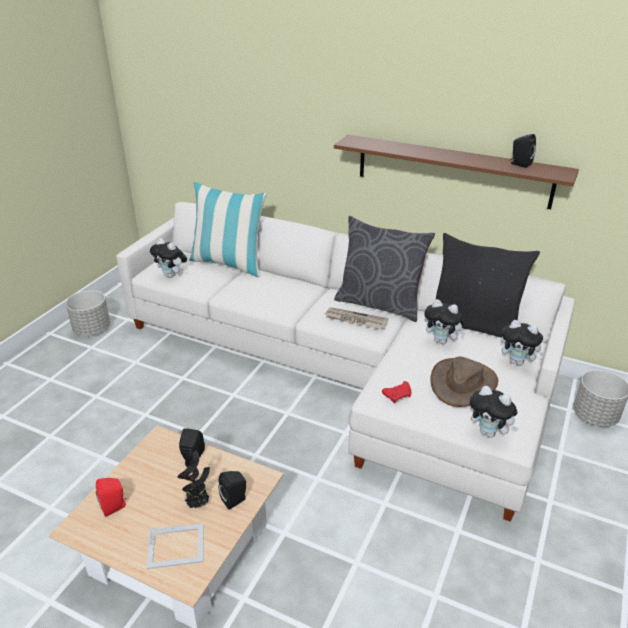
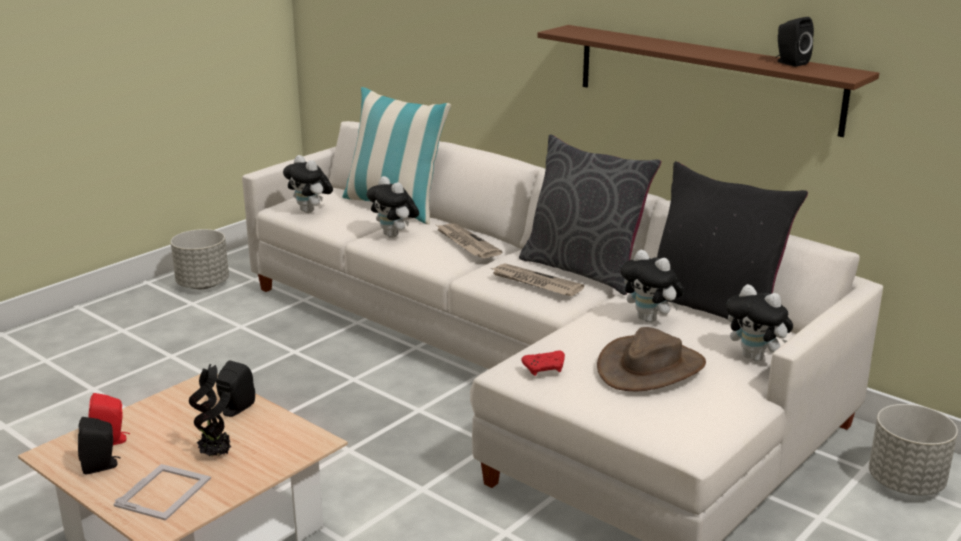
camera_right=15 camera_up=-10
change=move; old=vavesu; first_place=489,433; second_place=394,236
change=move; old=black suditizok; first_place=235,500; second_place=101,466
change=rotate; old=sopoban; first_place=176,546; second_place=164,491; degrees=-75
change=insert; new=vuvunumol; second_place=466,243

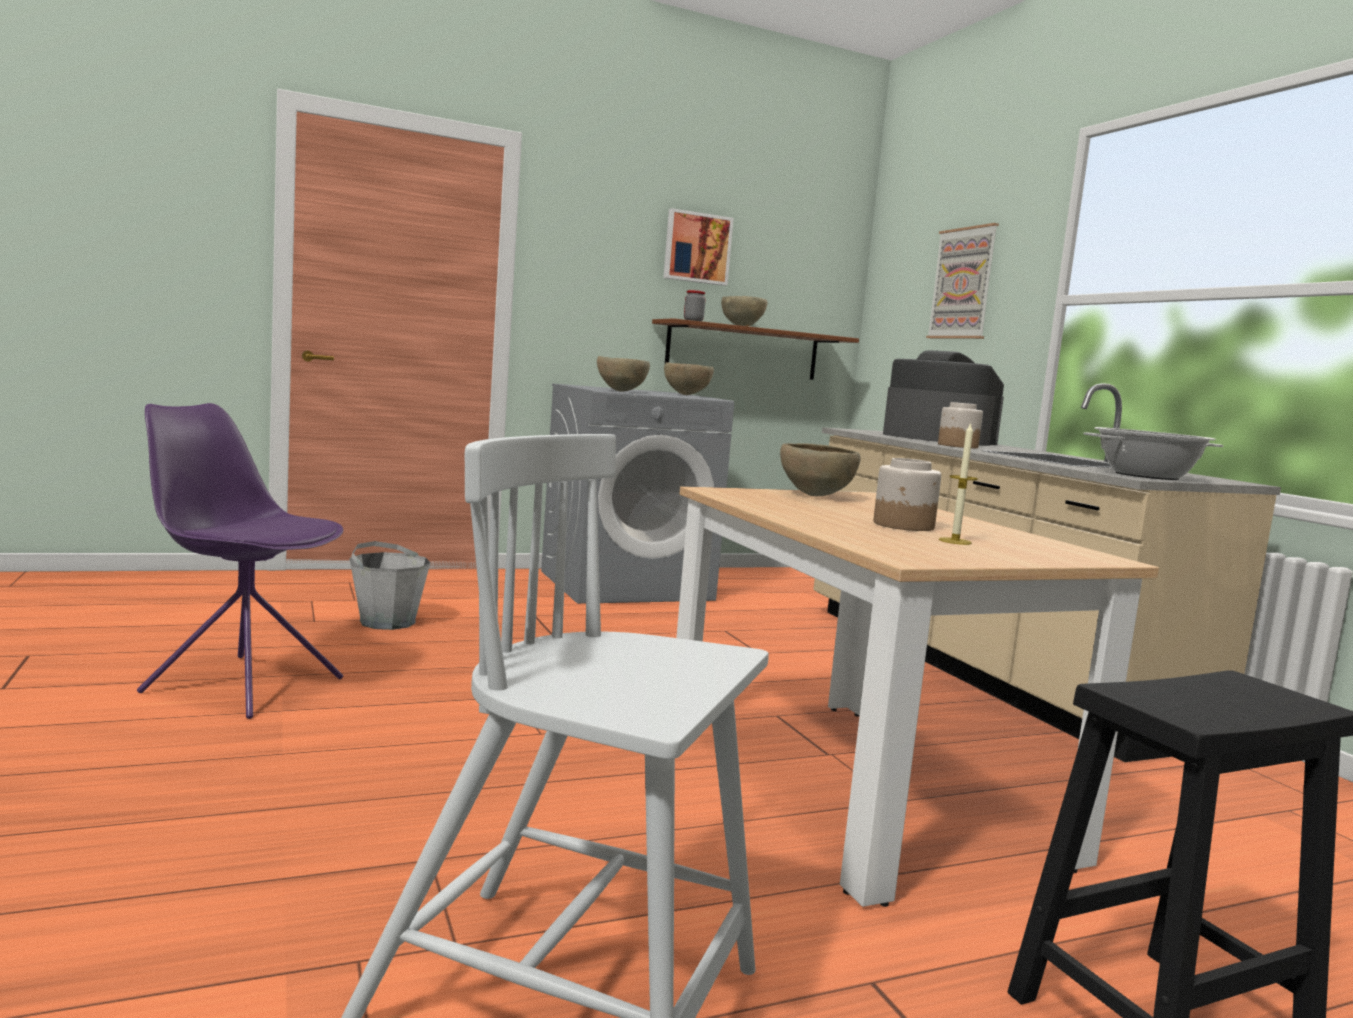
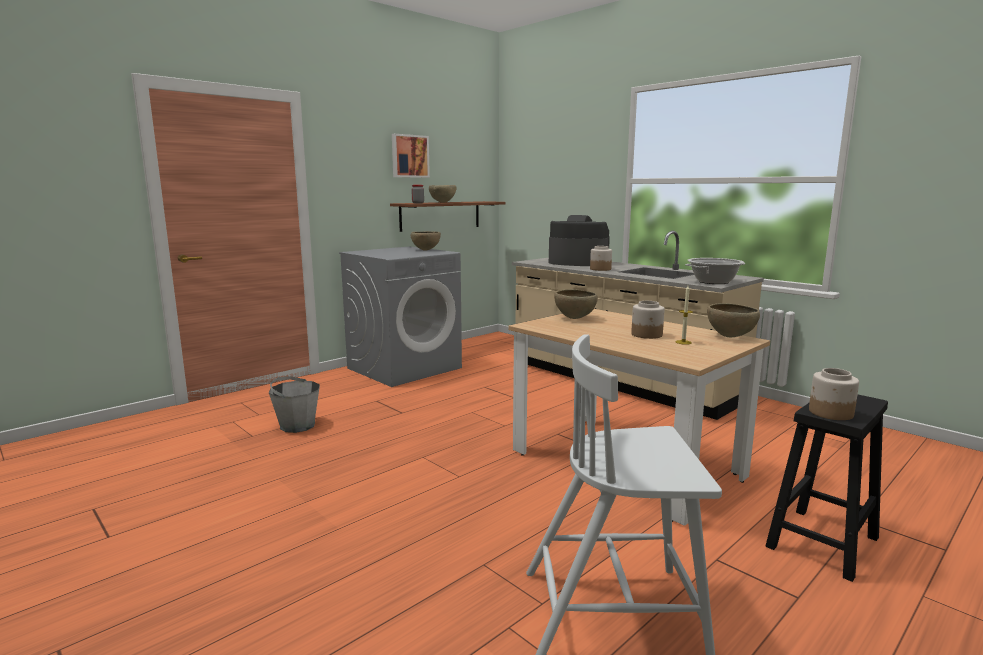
camera_right=-20 camera_up=5
change=delete; old=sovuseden; first_place=963,283
change=move; old=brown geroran; first_place=621,391; second_place=730,337
change=delete; old=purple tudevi; first_place=241,684
change=insert; new=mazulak; second_place=830,413

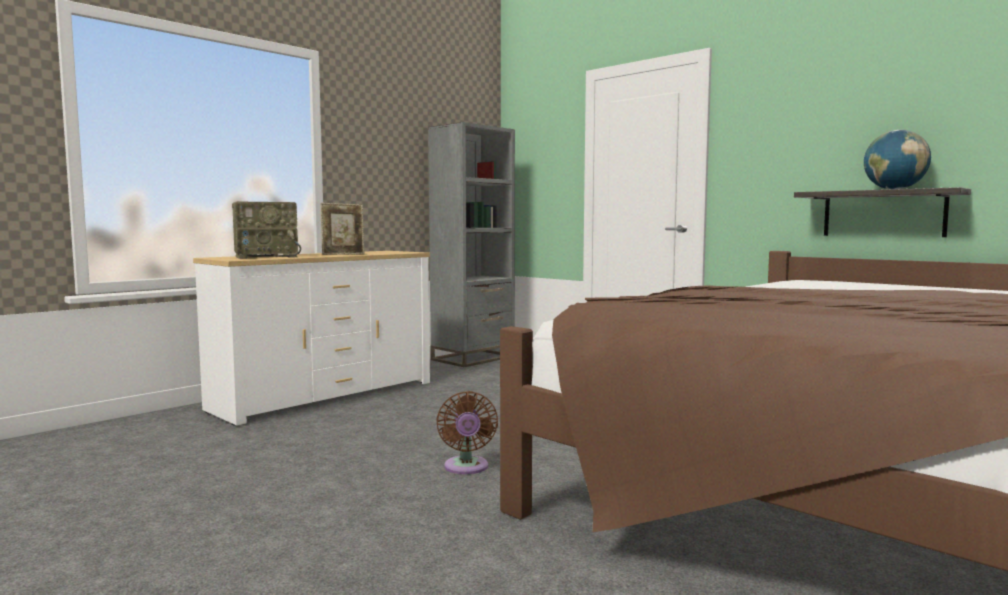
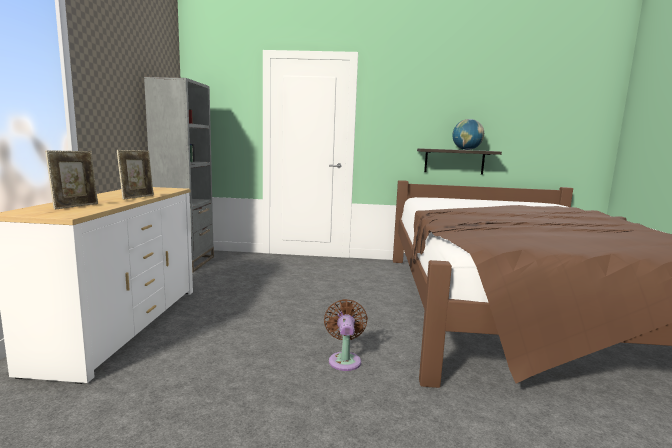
camera_right=-40 camera_up=5
change=replace; old=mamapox; new=sopoban; first_place=267,256; second_place=76,206
change=rotate; old=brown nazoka; first_place=466,468; second_place=344,359; degrees=-135

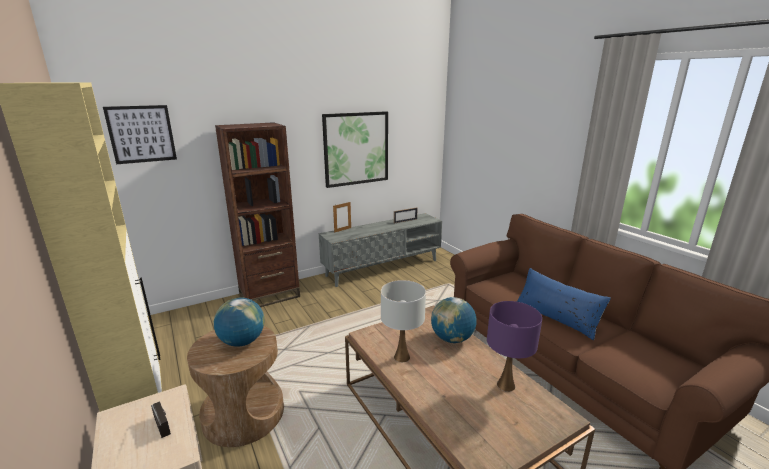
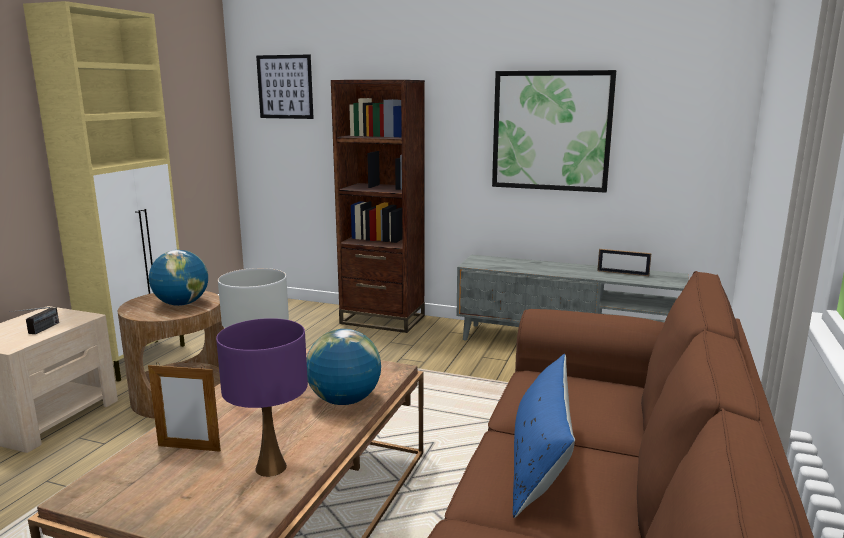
camera_right=50 camera_up=-5
change=move; old=sopoban; first_place=342,230; second_place=189,448

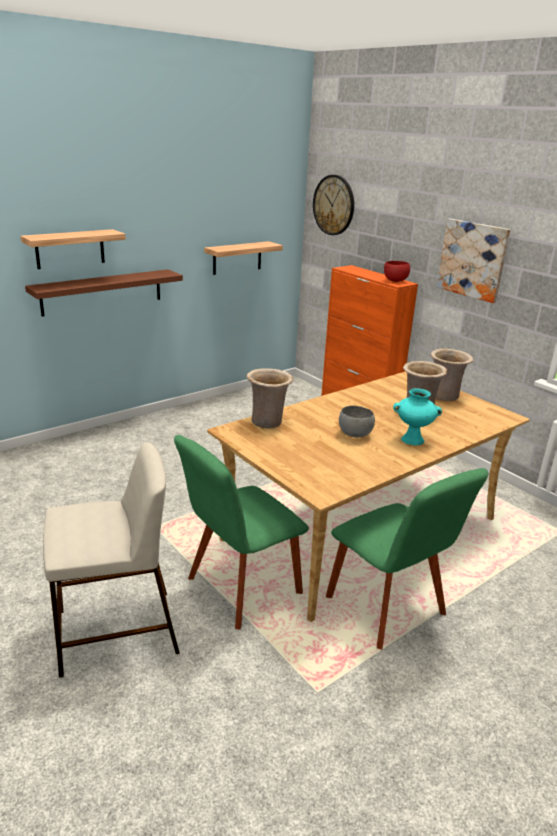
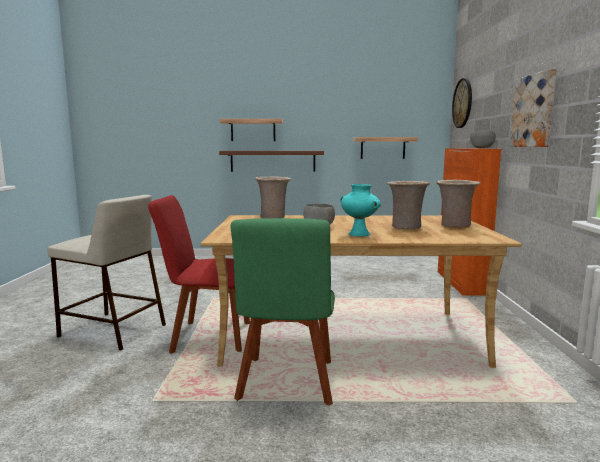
camera_right=40 camera_up=-15
change=recolor; old=red geroran; new=grey geroran; first_place=395,281; second_place=481,148
change=recolor; old=green tudevi; new=red tudevi; first_place=239,588; second_place=207,336

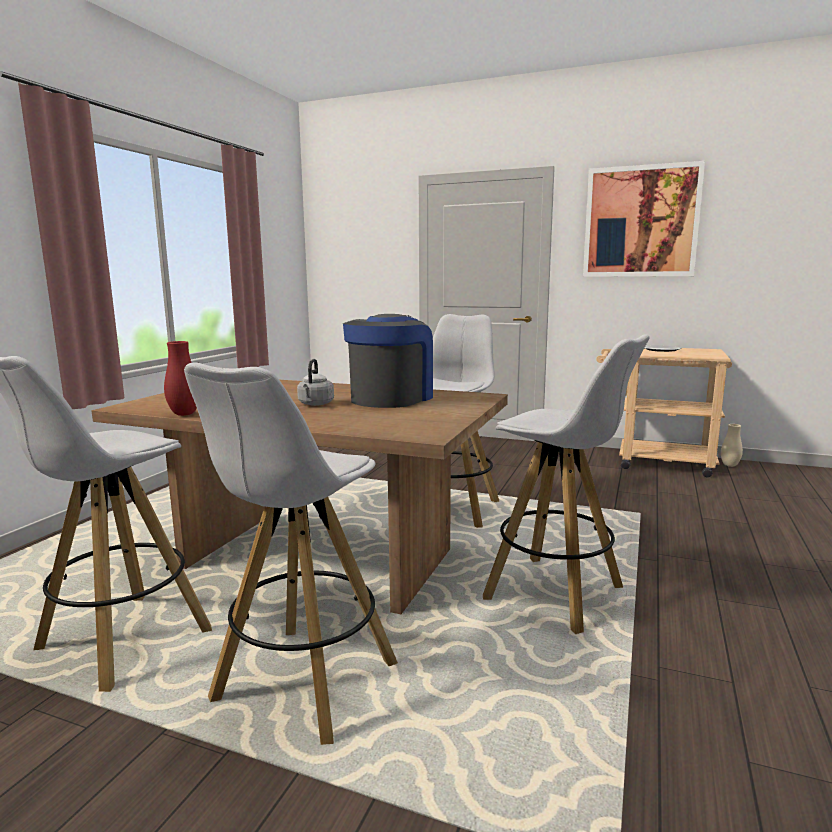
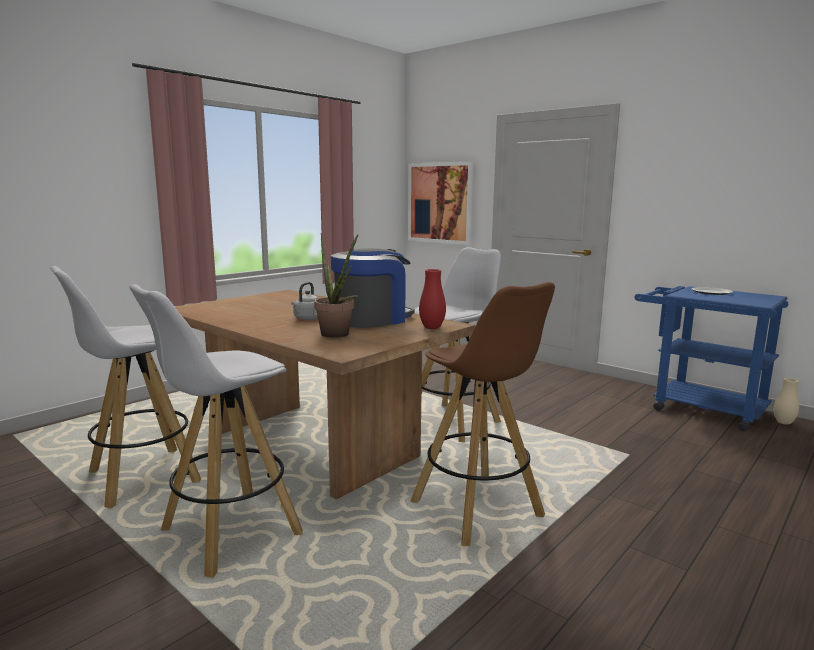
camera_right=20 camera_up=0
change=move; old=sovuseden; first_place=640,222; second_place=440,203
change=recolor; old=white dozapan; new=brown dozapan; first_place=556,593; second_place=478,510
change=move; old=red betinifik; first_place=184,414; second_place=432,328
change=recolor; old=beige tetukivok; new=blue tetukivok; first_place=654,462; second_place=697,407
change=insert; new=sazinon; second_place=338,335

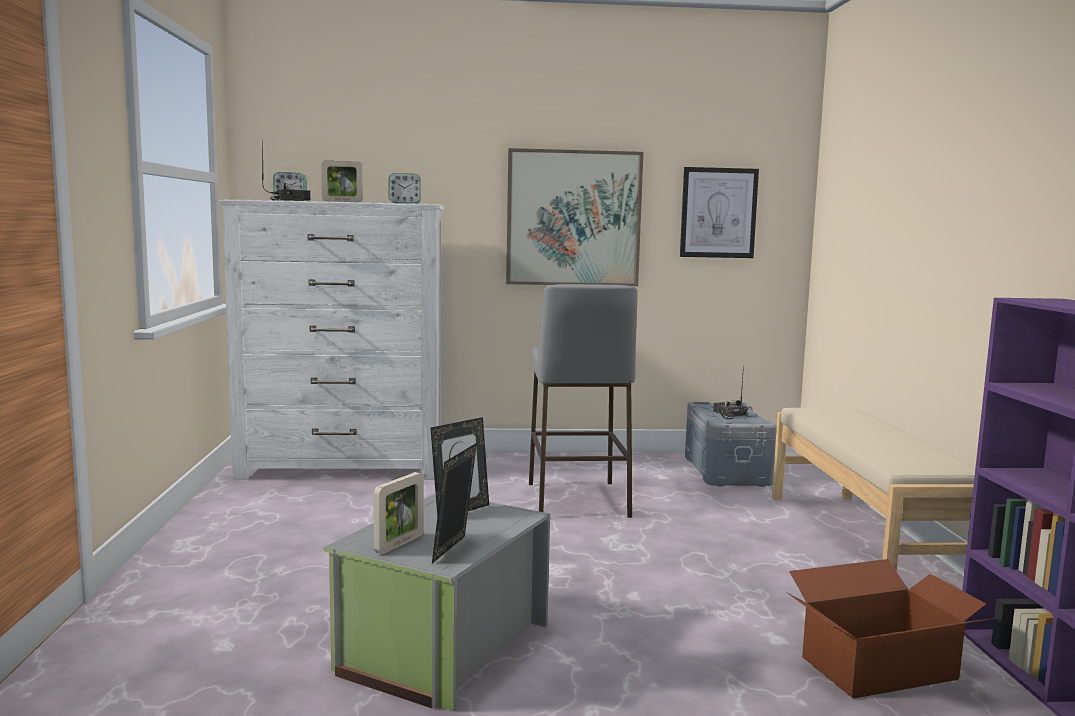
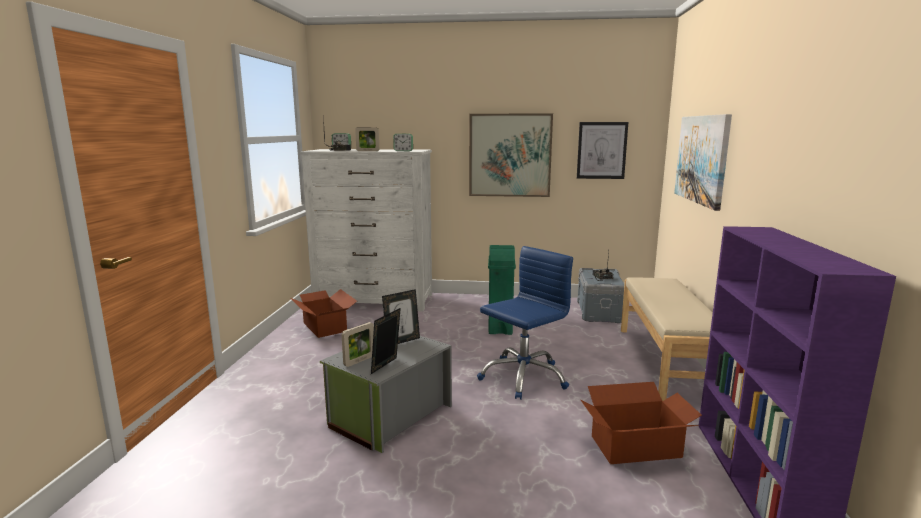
camera_right=10 camera_up=5
change=replace; old=grey dozapan; new=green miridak; first_place=577,500; second_place=500,328
change=insert; new=sovuseden; second_place=702,159
change=insert; new=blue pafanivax; second_place=523,377
change=insert; new=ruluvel; second_place=325,327

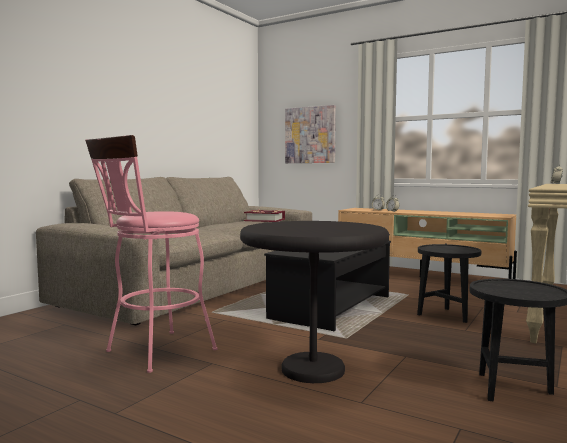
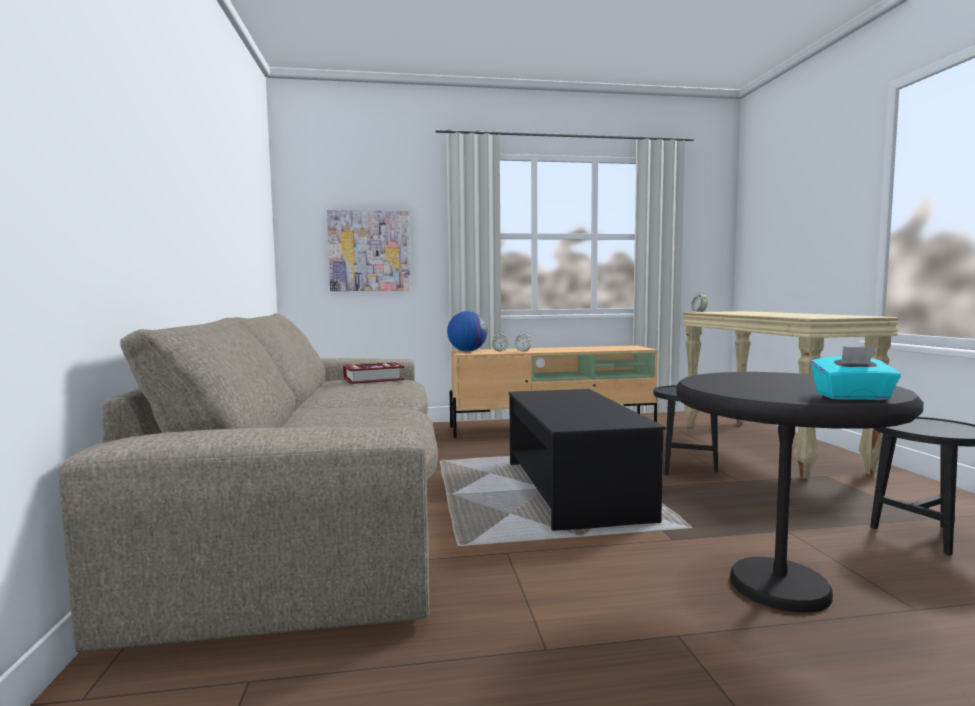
camera_right=-40 camera_up=0
change=delete; old=pink dozapan; first_place=153,353
change=insert; new=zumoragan; second_place=467,351
change=insert; new=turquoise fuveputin; second_place=853,397

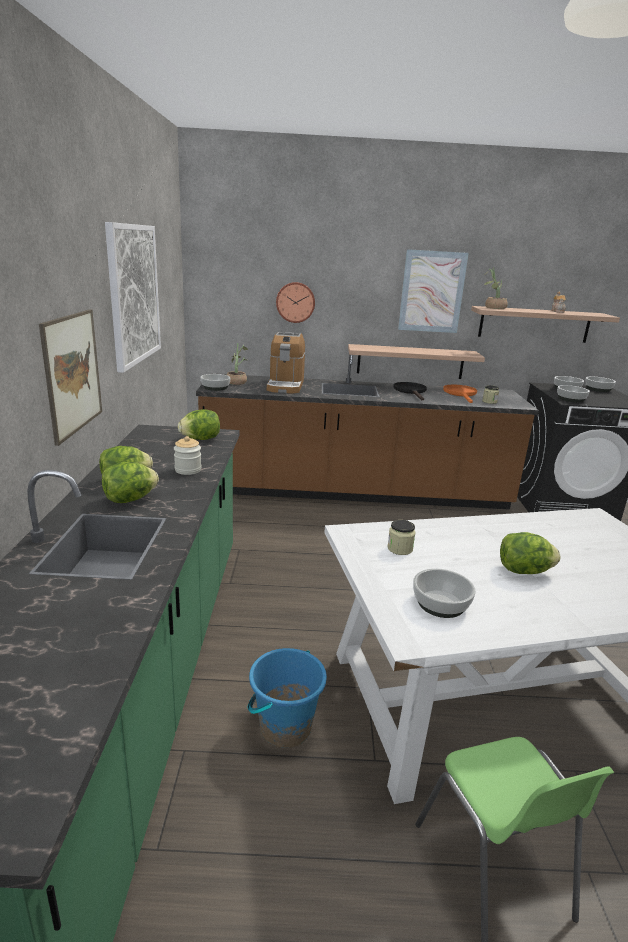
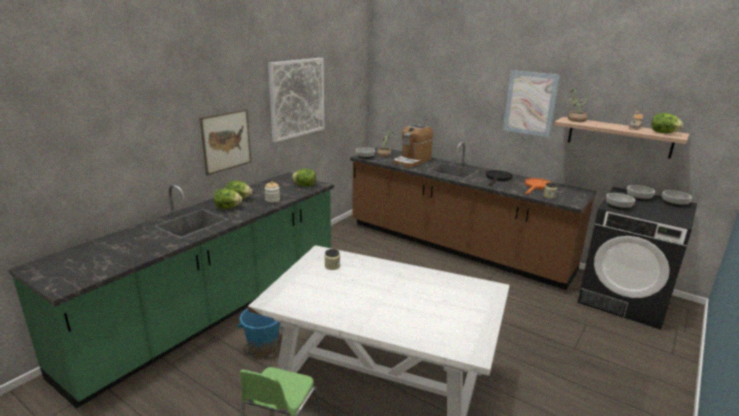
camera_right=35 camera_up=0
change=delete; old=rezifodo; first_place=295,302
change=delete; old=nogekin; first_place=410,361
change=move; old=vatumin; first_place=523,571; second_place=663,133
change=delete; old=geroran; first_place=440,603

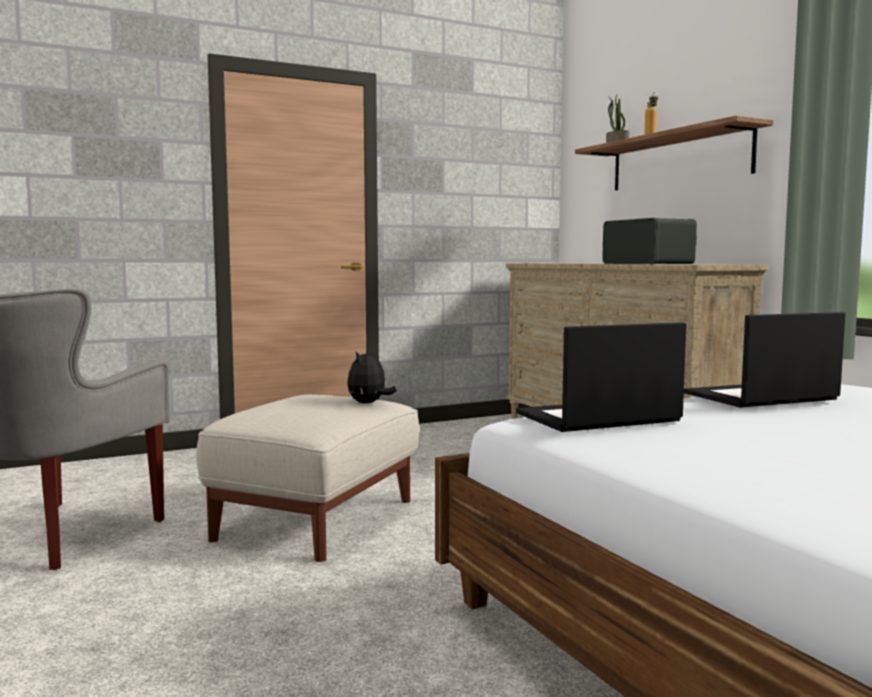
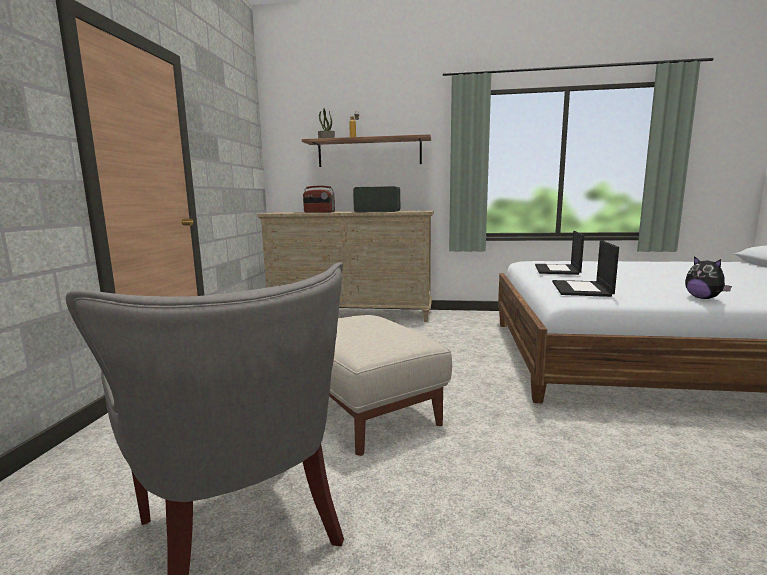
camera_right=-55 camera_up=5
change=move; old=vavesu; first_place=369,403; second_place=703,298
change=insert; new=mamapox; second_place=319,212

